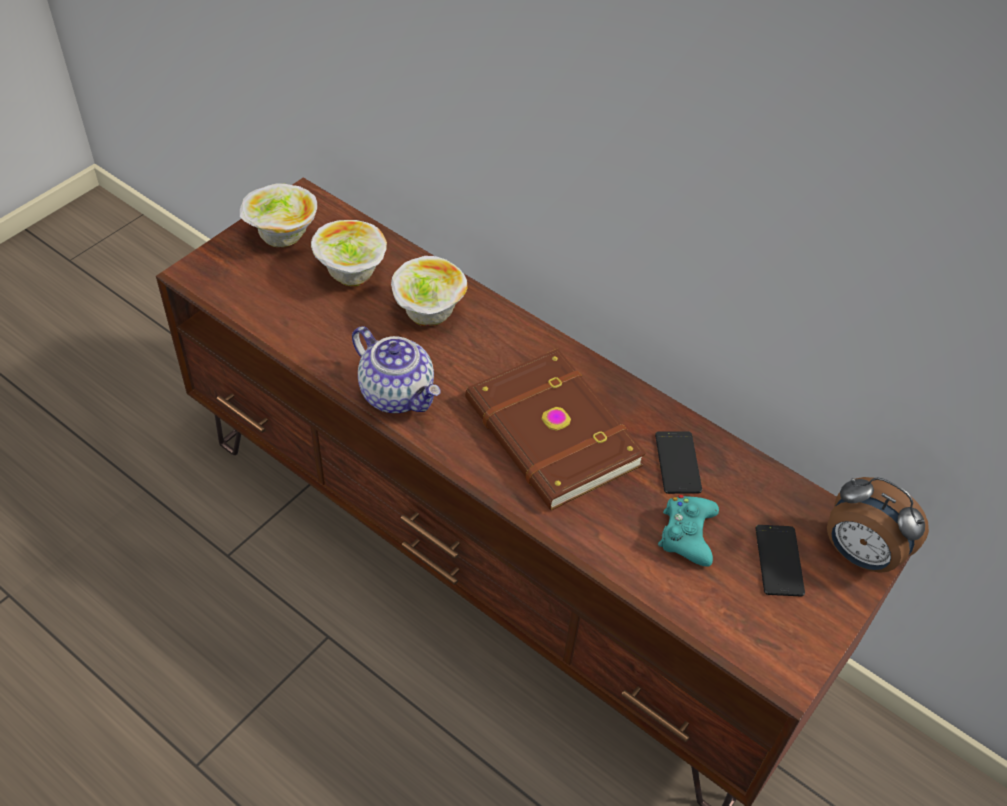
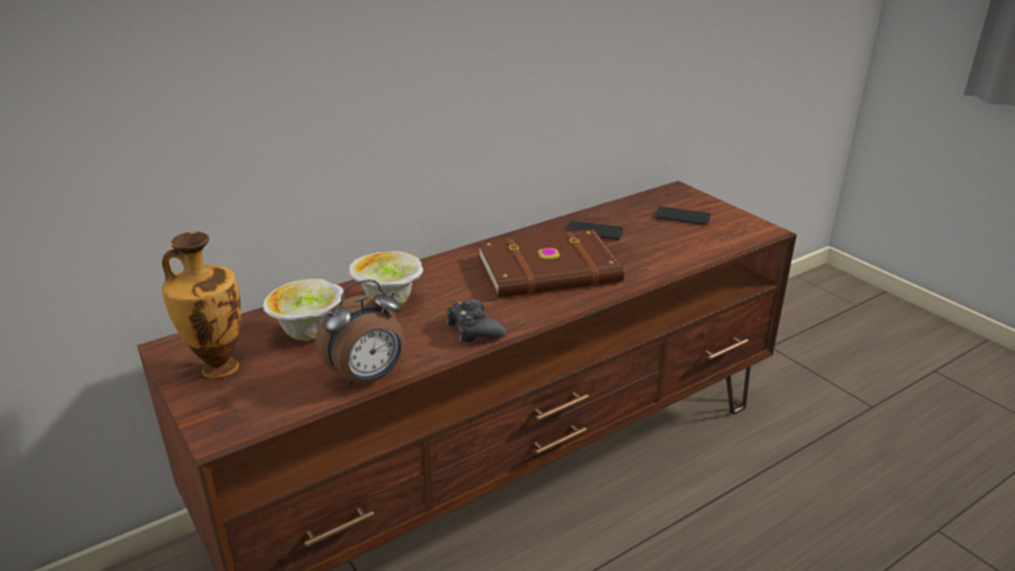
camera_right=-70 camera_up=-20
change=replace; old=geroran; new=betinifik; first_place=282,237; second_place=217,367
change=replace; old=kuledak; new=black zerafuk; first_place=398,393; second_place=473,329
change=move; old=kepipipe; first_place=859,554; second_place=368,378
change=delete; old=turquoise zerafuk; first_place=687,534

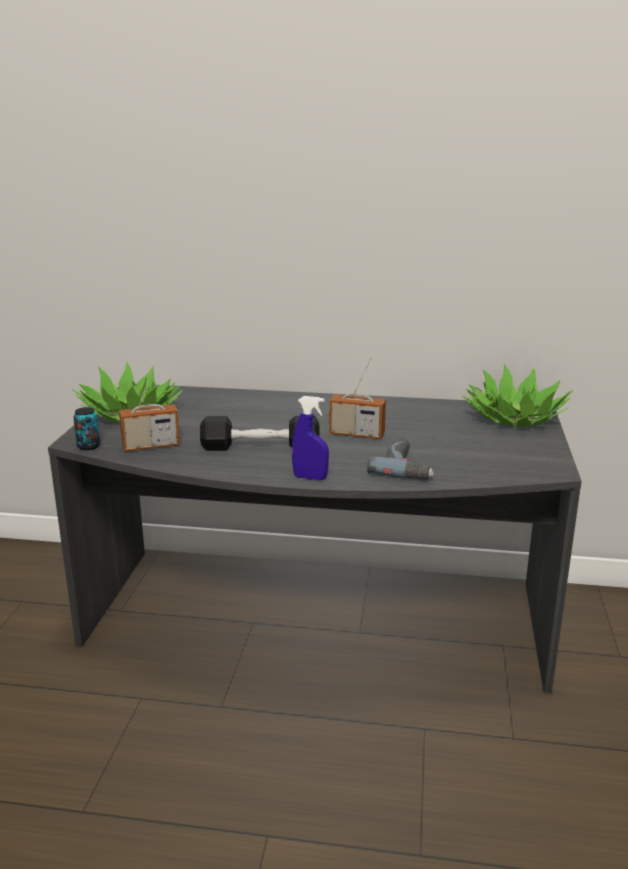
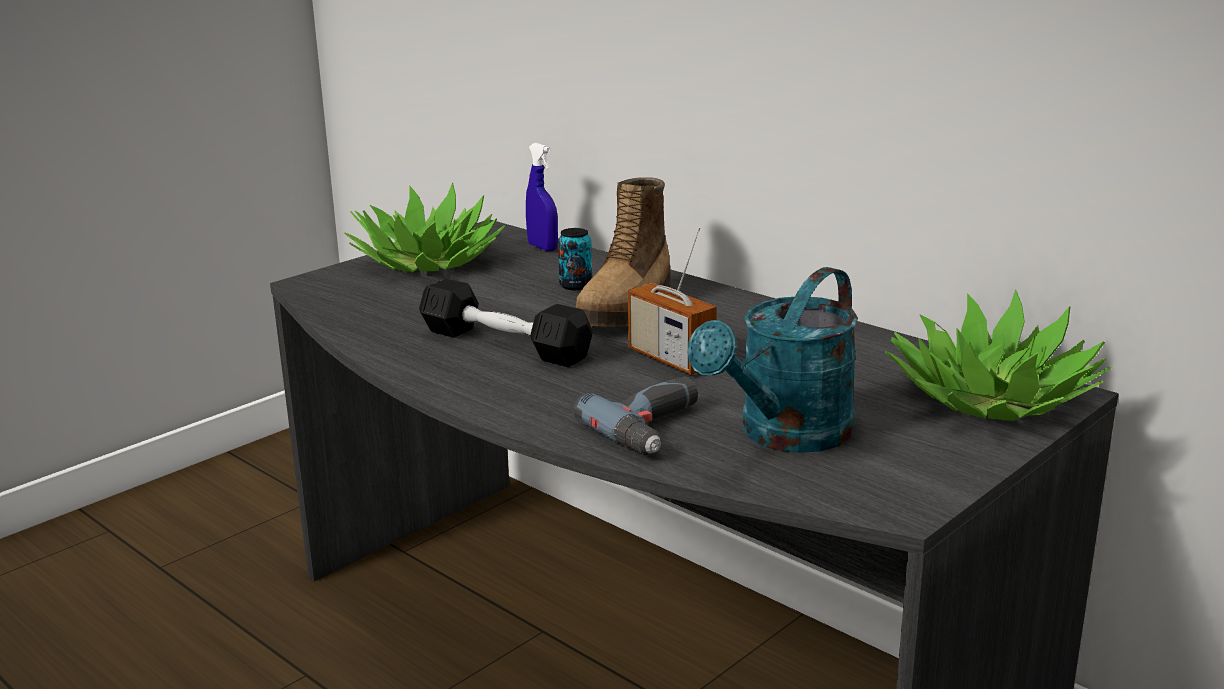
camera_right=35 camera_up=0
change=delete; old=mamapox; first_place=151,446
change=move; old=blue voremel; first_place=310,478; second_place=542,247
change=move; old=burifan; first_place=88,446; second_place=575,285
change=insert; new=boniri; second_place=627,309
change=insert; new=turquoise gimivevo; second_place=785,436

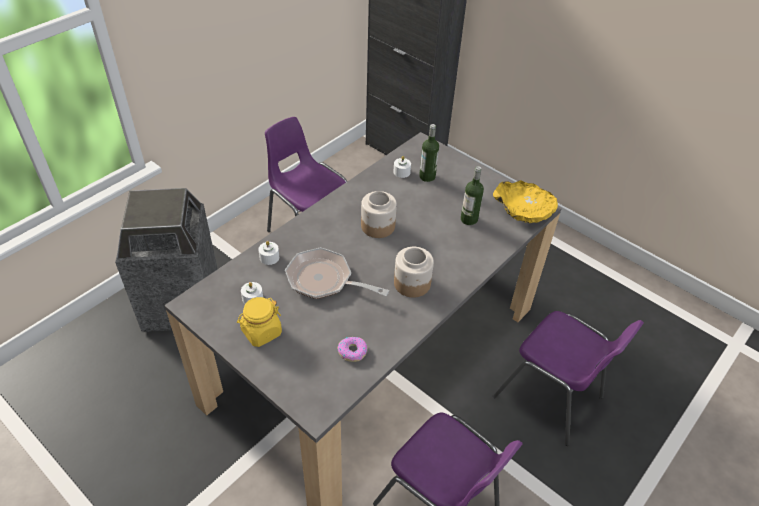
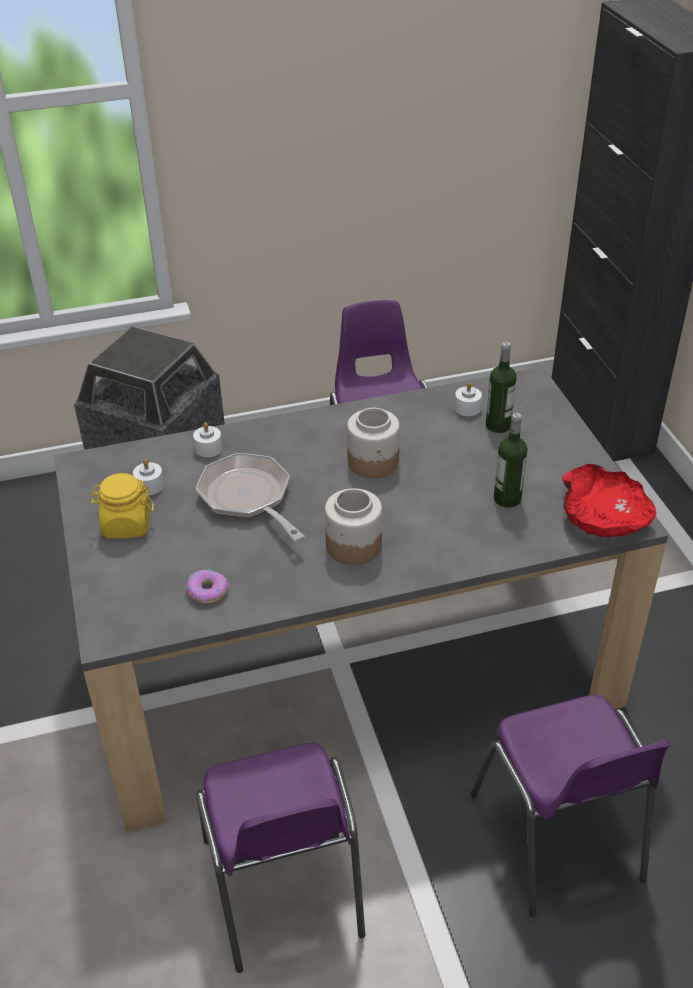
camera_right=35 camera_up=-5
change=recolor; old=yellow geroran; new=red geroran; first_place=523,210; second_place=603,516

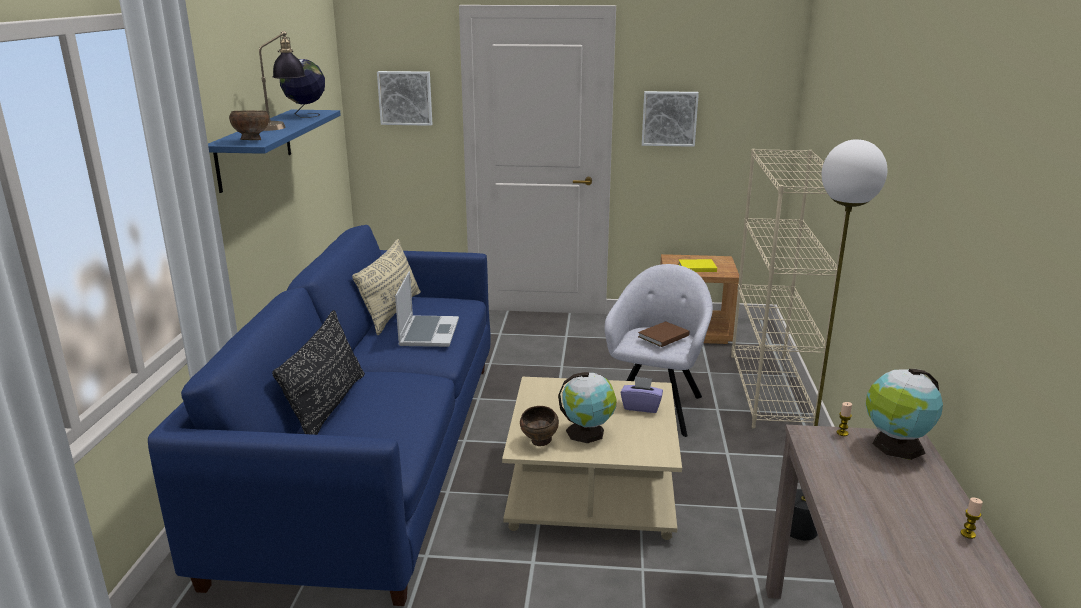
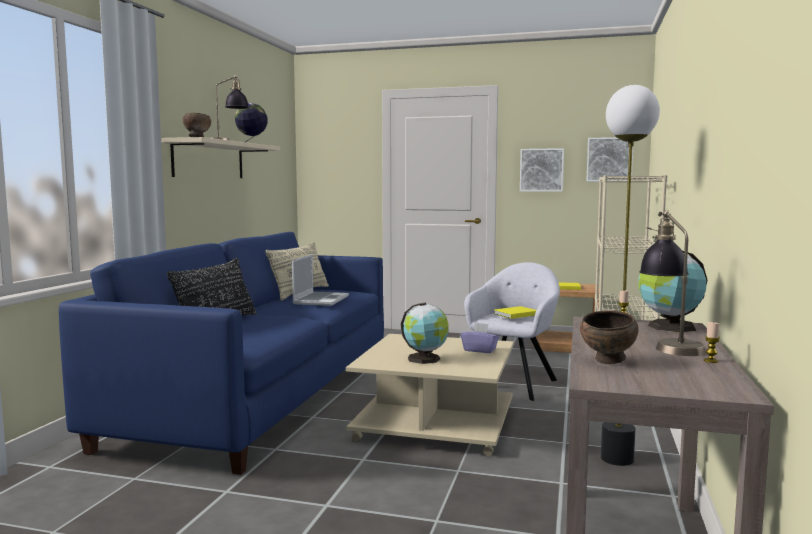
camera_right=10 camera_up=-15
change=move; old=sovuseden; first_place=405,98; second_place=609,159
change=recolor; old=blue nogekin; new=beige nogekin; first_place=254,148; second_place=209,160
change=recolor; old=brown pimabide; new=yellow pimabide; first_place=662,336; second_place=514,314
change=move; old=brown geroran; first_place=540,443; second_place=608,362
change=insert; new=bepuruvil; second_place=669,344

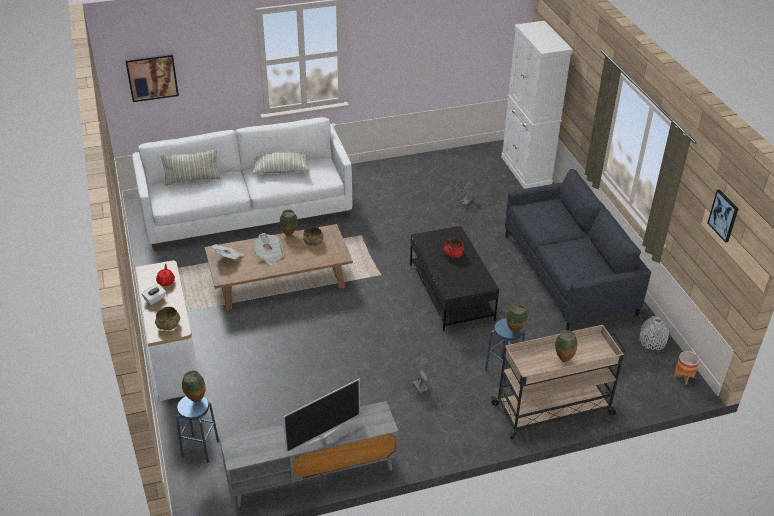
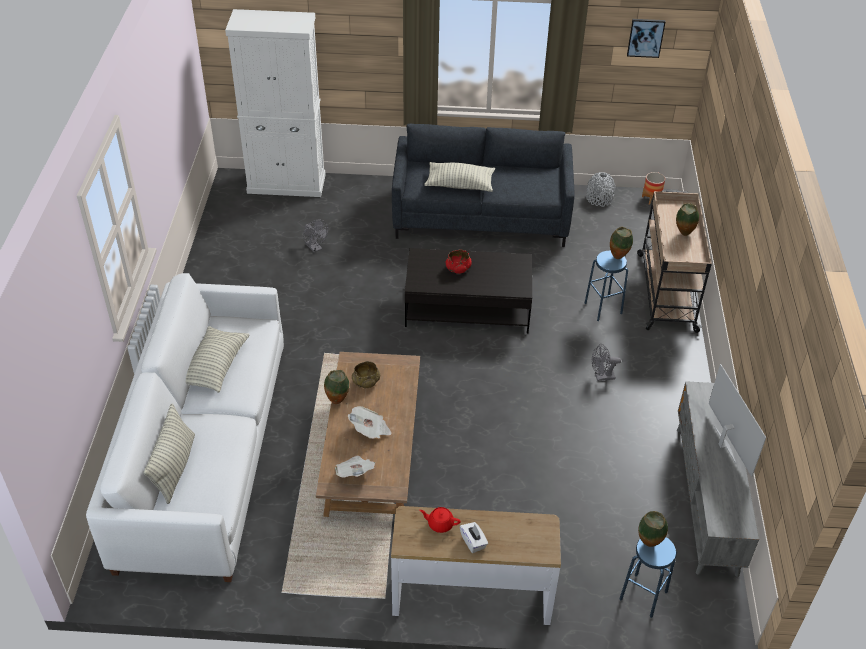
camera_right=-70 camera_up=5
change=delete; old=sovuseden; first_place=152,77
change=delete; old=beige geroran; first_place=168,325
change=insert; new=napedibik; second_place=460,185

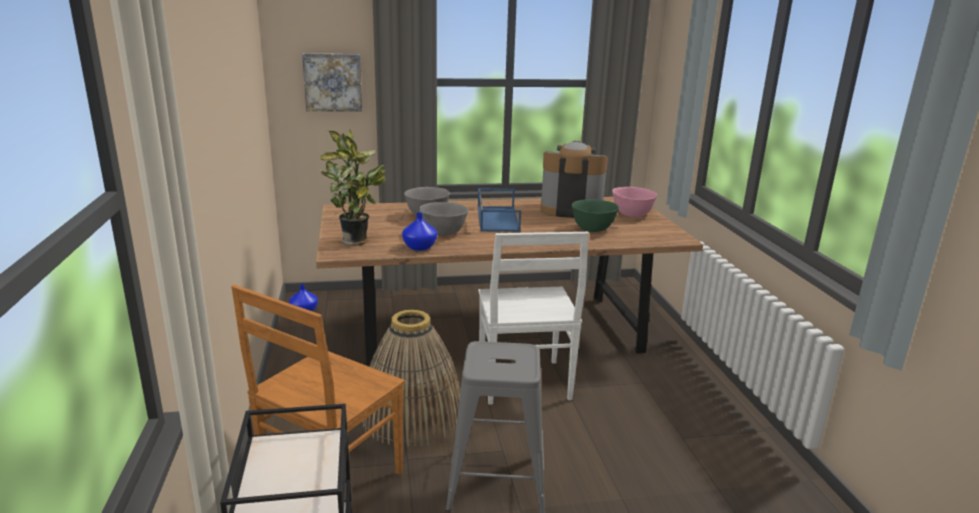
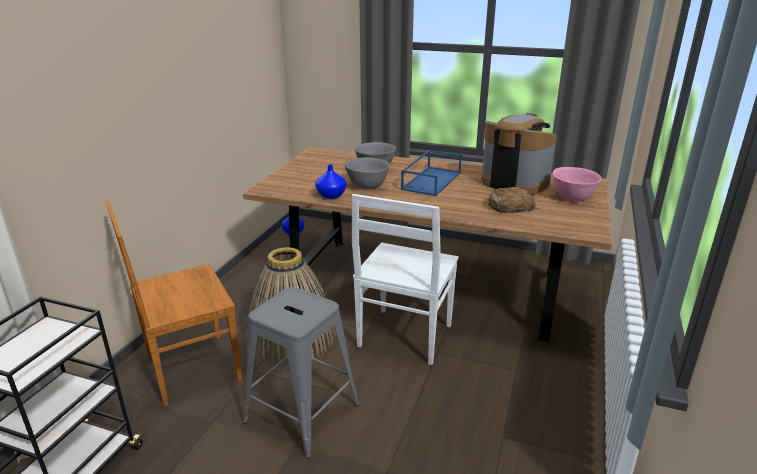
camera_right=30 camera_up=5
change=delete; old=sovuseden; first_place=333,82
change=delete; old=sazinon; first_place=357,242
change=replace; old=green geroran; new=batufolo; first_place=593,229; second_place=509,206

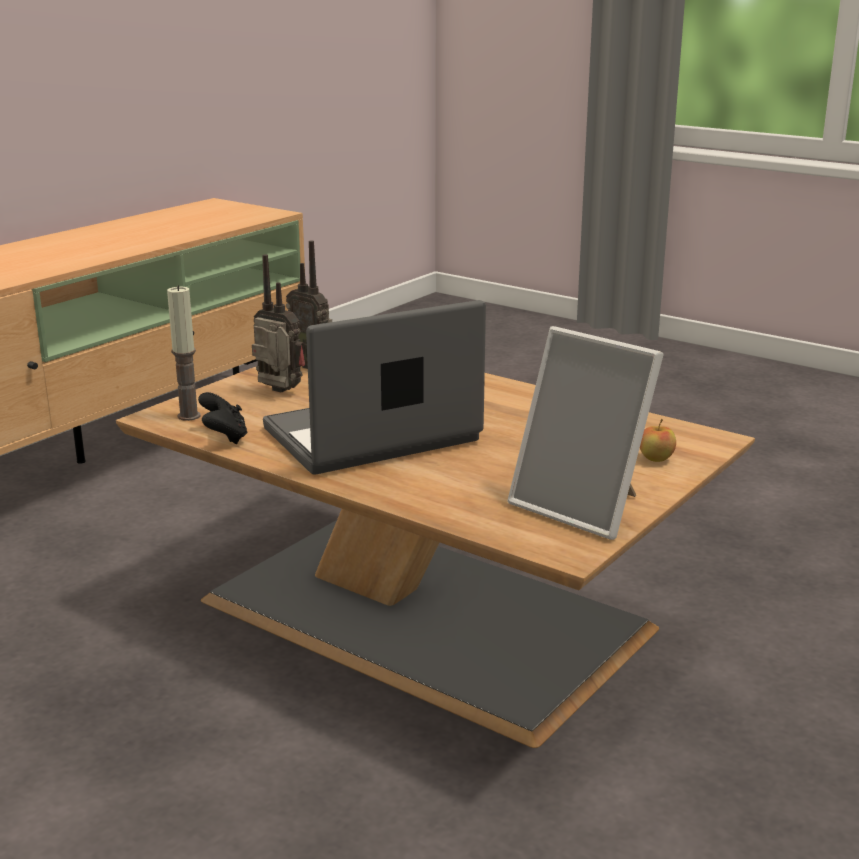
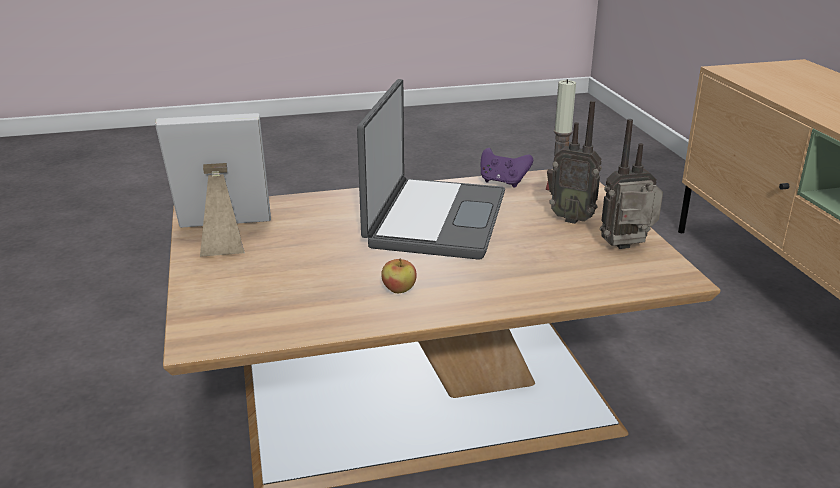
camera_right=130 camera_up=5
change=rotate; old=mamapox; first_place=278,393; second_place=570,218; degrees=45
change=recolor; old=black zerafuk; new=purple zerafuk; first_place=224,437; second_place=503,182
change=move; old=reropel; first_place=656,459; second_place=399,290

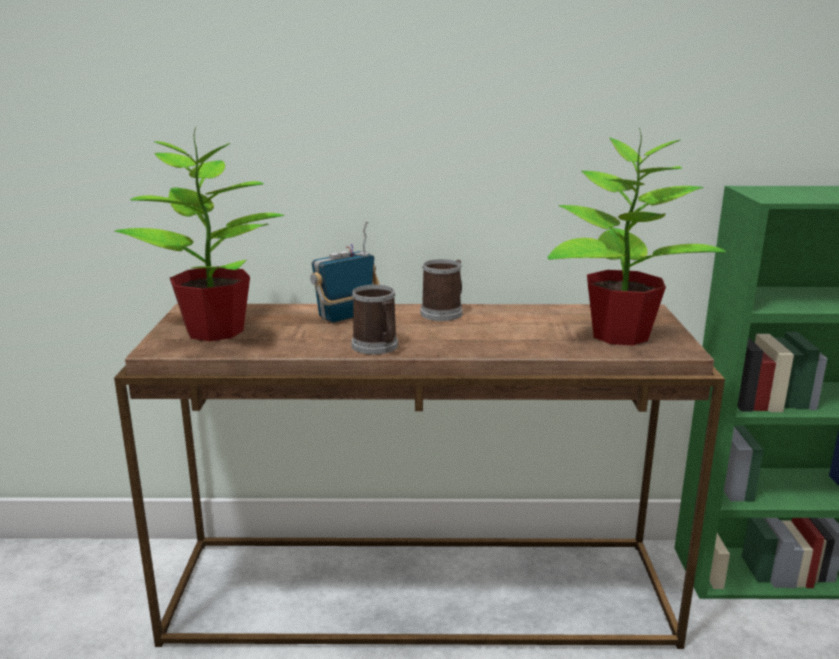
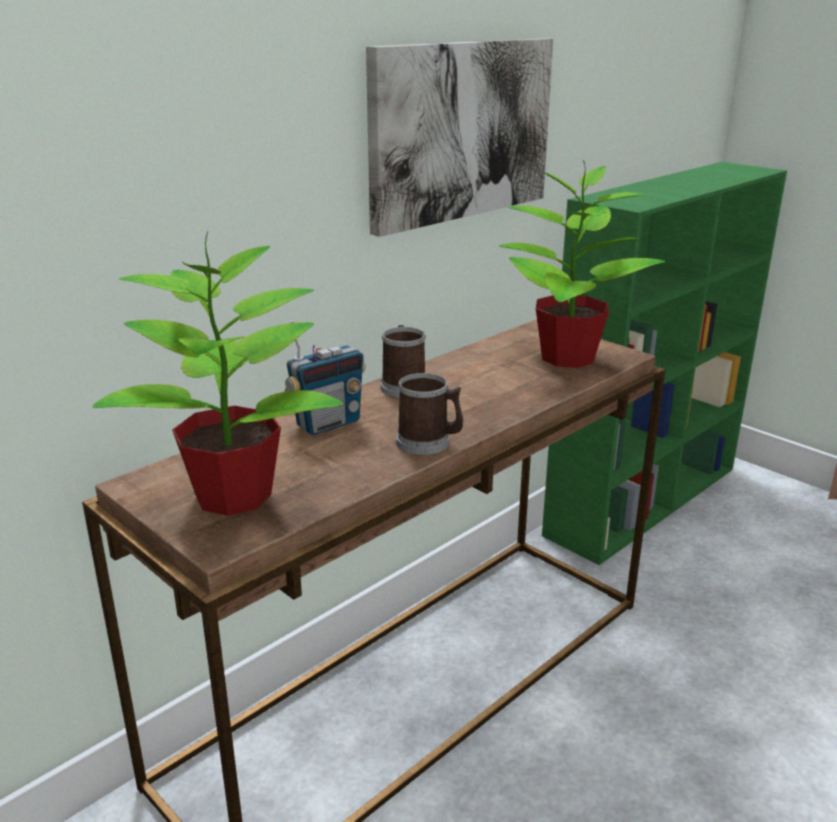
camera_right=-45 camera_up=5
change=rotate; old=mamapox; first_place=346,316; second_place=327,424; degrees=-135
change=insert; new=sovuseden; second_place=460,131

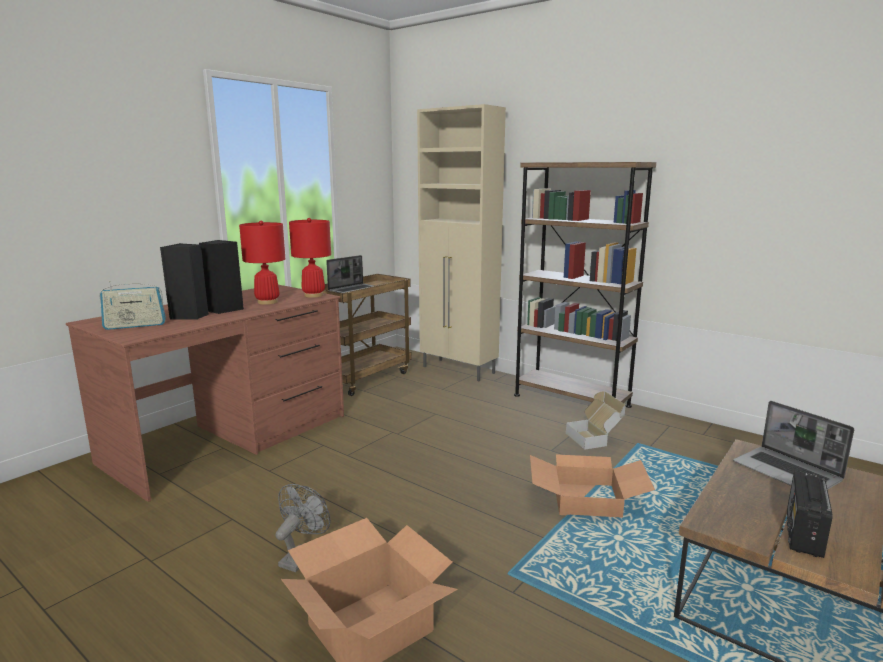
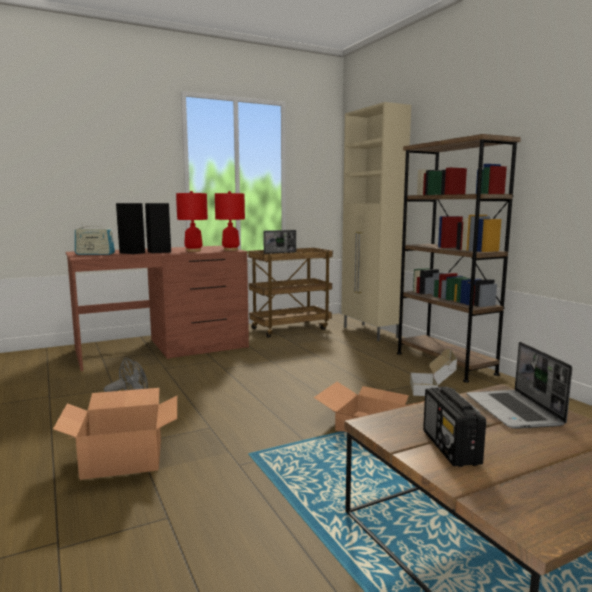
camera_right=25 camera_up=-5
change=rotate; old=mamapox; first_place=803,534; second_place=451,448; degrees=-60

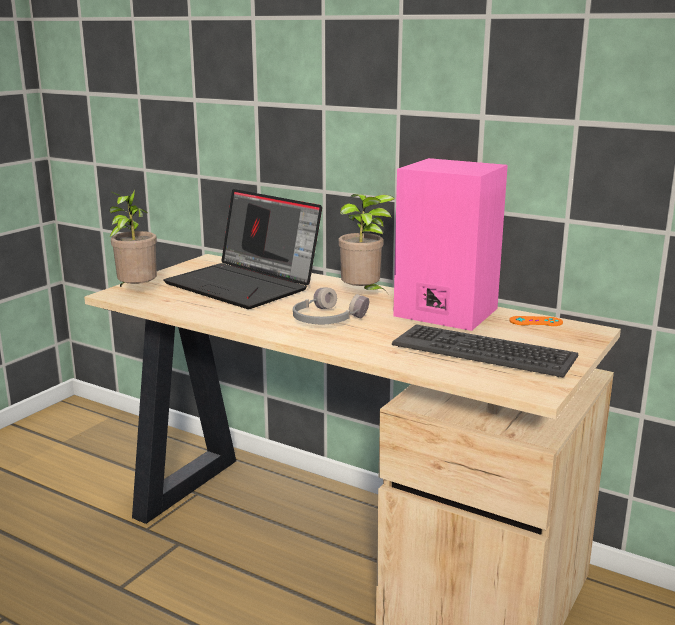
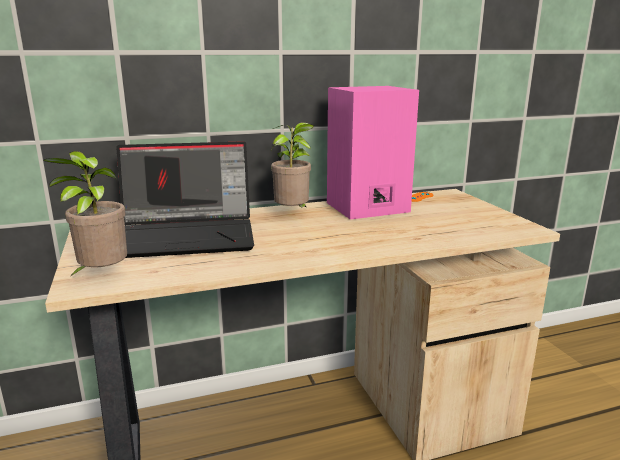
camera_right=-50 camera_up=0
change=delete; old=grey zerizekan; first_place=326,320
change=delete; old=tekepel; first_place=484,351

